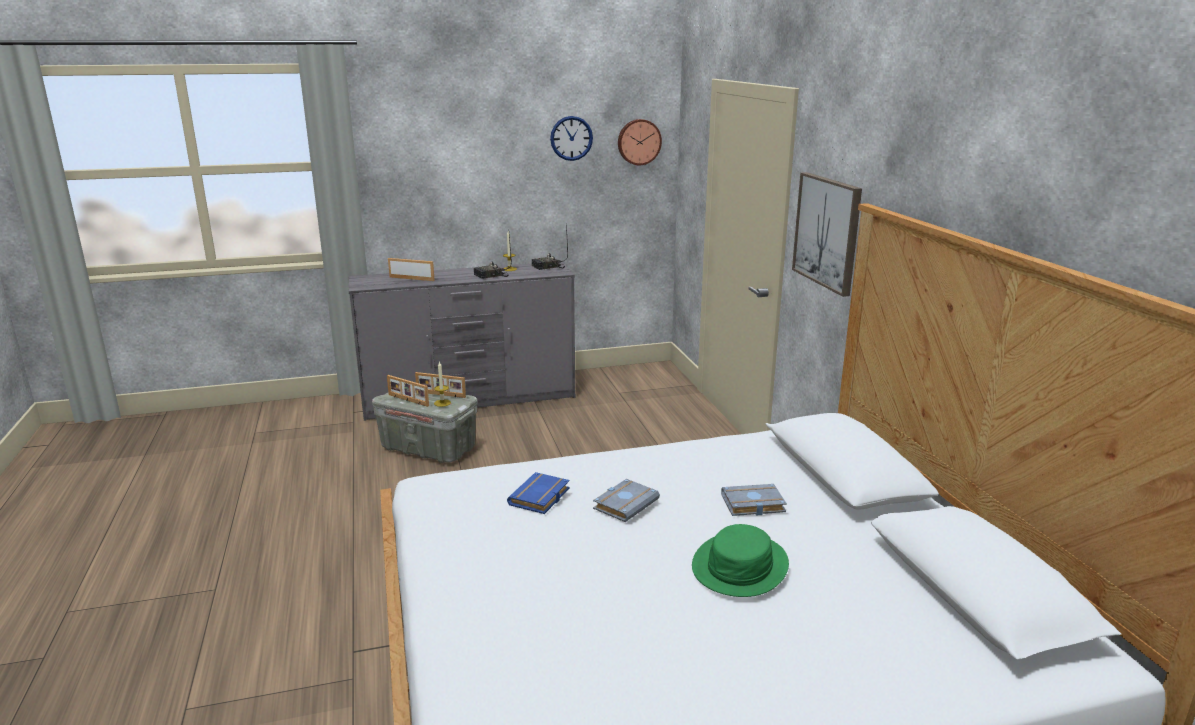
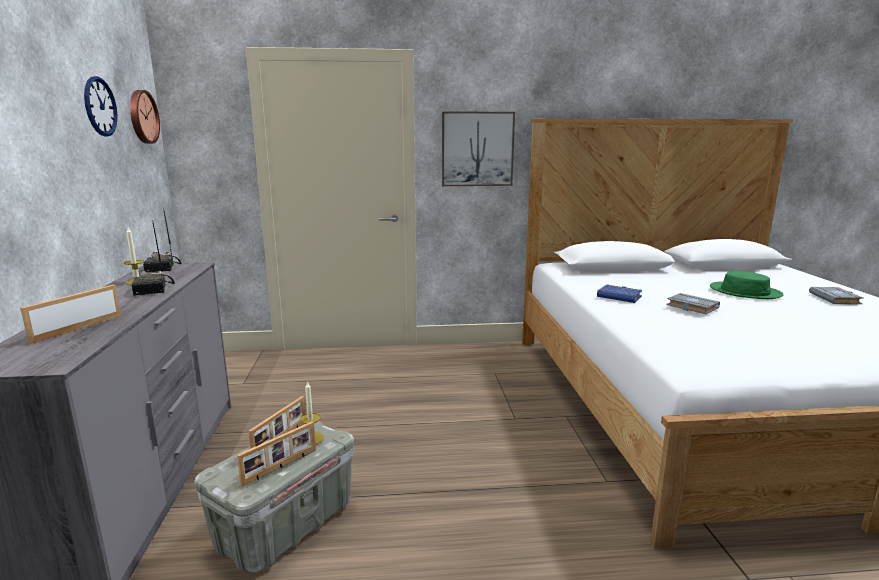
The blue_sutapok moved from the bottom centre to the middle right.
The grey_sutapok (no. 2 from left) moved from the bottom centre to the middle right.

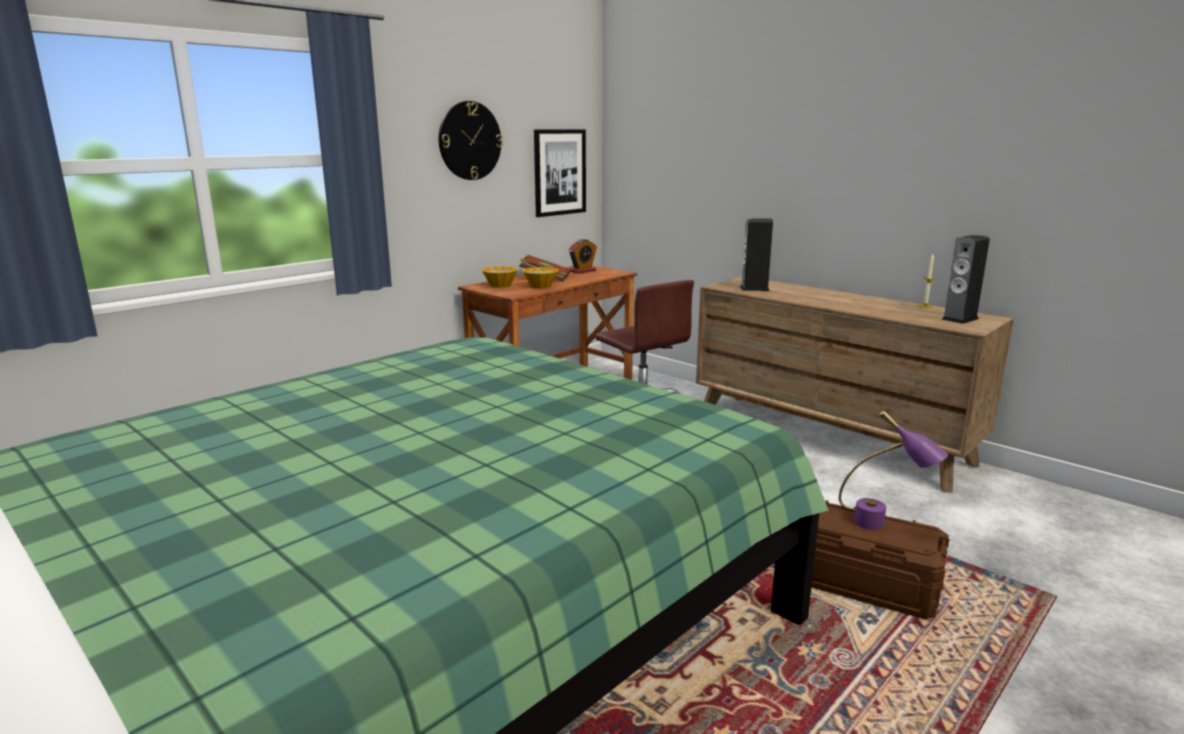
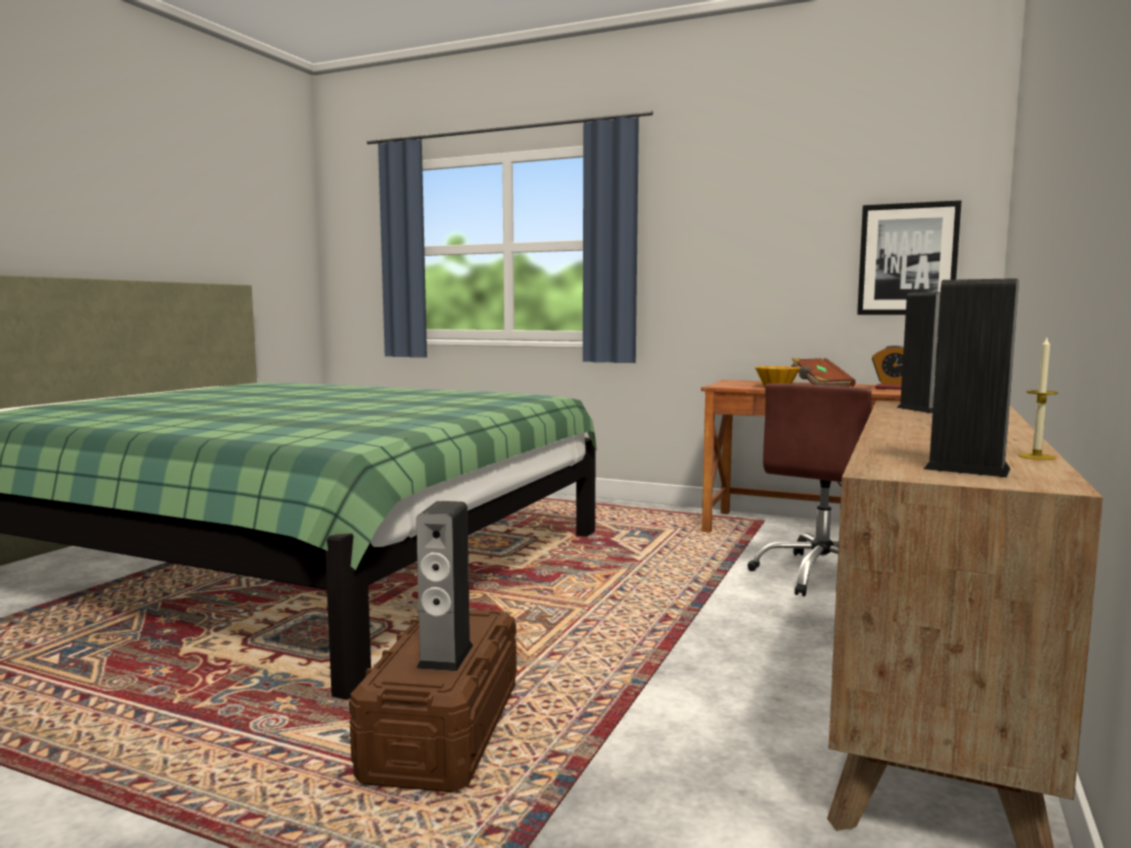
The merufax at the top centre disappeared.
The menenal (no. 1 from left) at the centre disappeared.
The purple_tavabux at the middle right was replaced by the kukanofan (no. 1 from left) at the bottom centre.

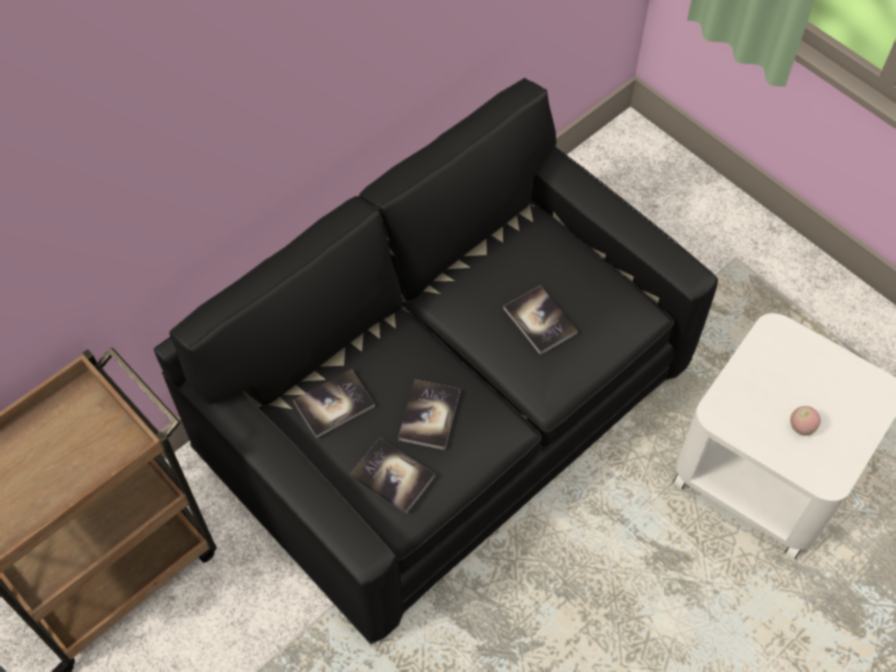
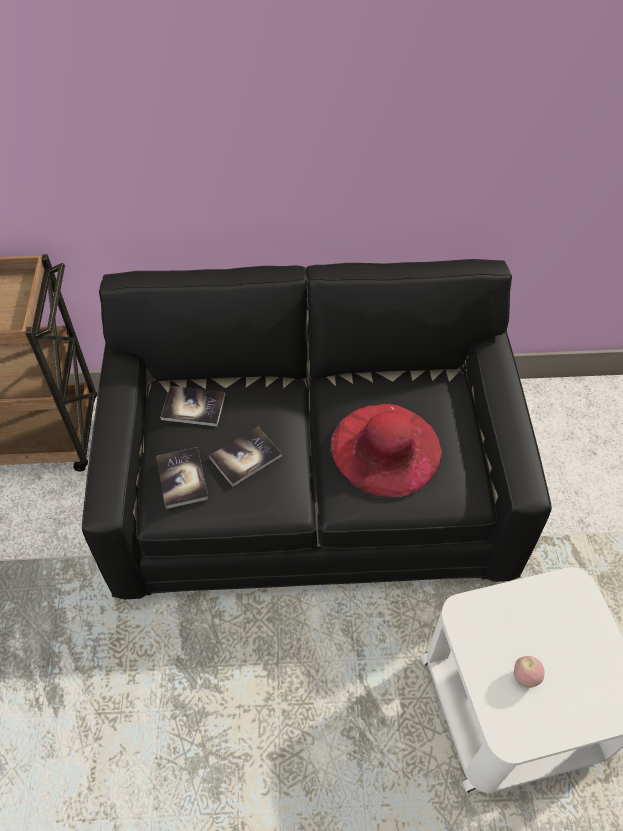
The sutapok (no. 4 from left) at the centre was replaced by the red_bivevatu at the centre.

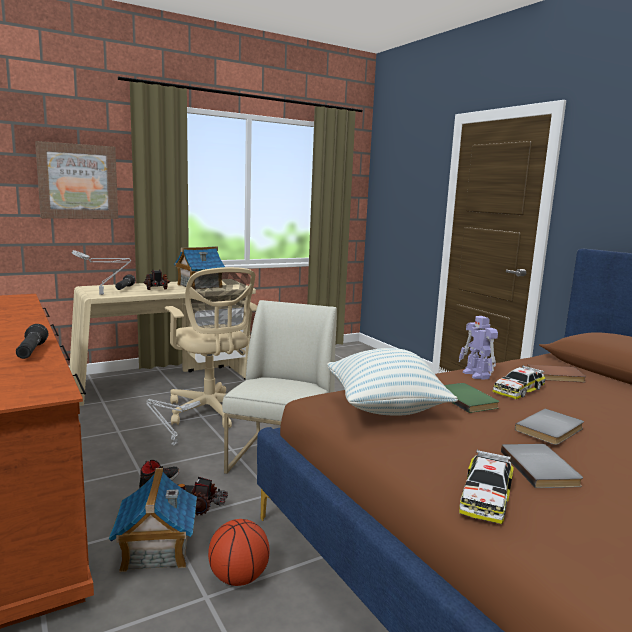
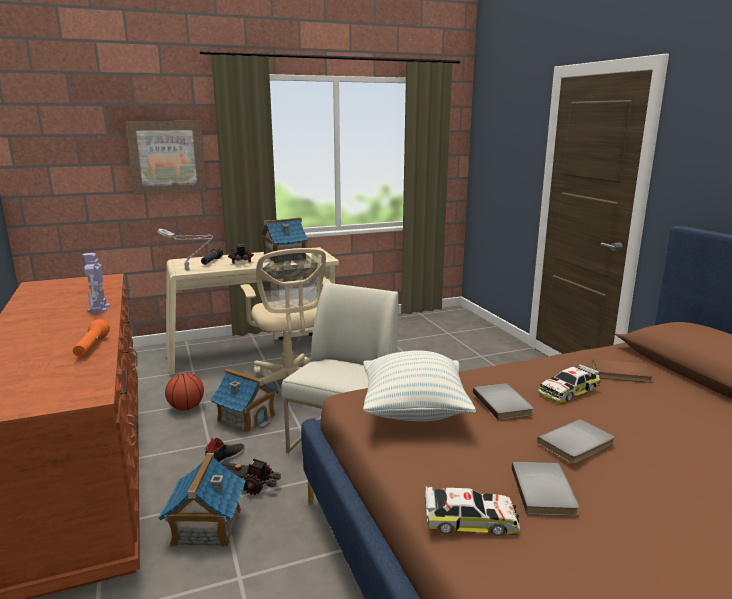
The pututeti moved from the middle right to the middle left.
The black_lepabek (no. 1 from left) at the middle left became the orange_lepabek at the middle left.
The green_sutapok at the middle right became the grey_sutapok (no. 1 from left) at the bottom right.
The grey_tavabux (no. 2 from left) at the bottom left was replaced by the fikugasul (no. 2 from left) at the bottom centre.
The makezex (no. 1 from left) at the bottom right turned 120 degrees counterclockwise.
The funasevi moved from the bottom centre to the middle left.

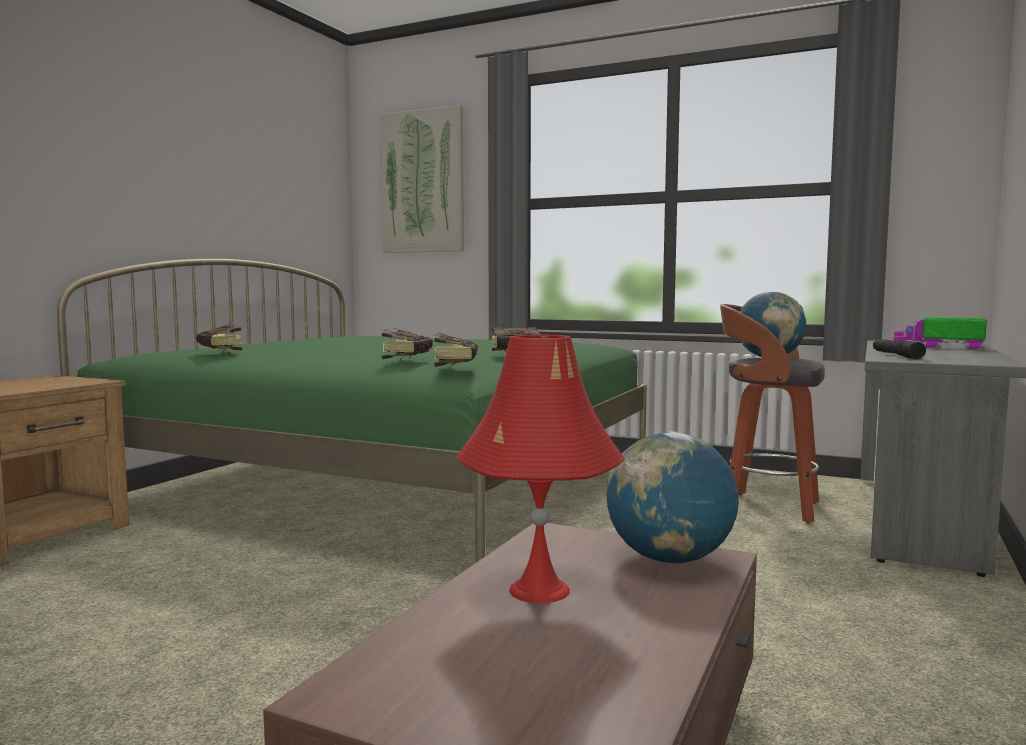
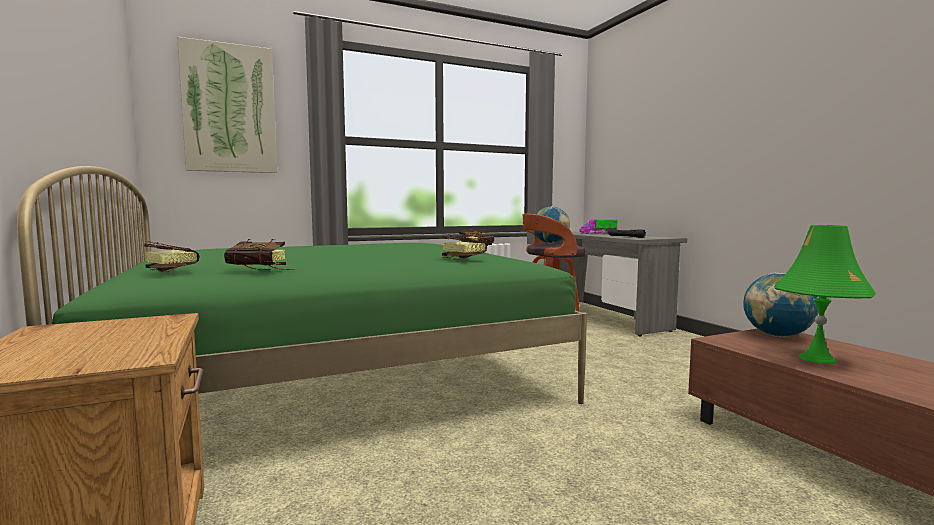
The sutapok (no. 3 from left in the first image) moved from the centre to the middle left.
The red_tavabux at the centre became the green_tavabux at the middle right.

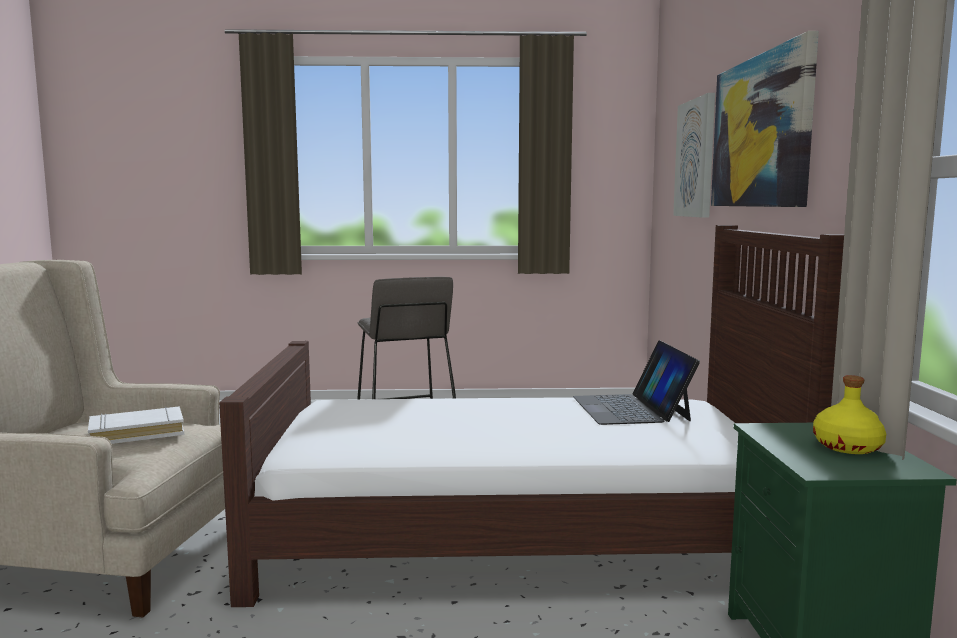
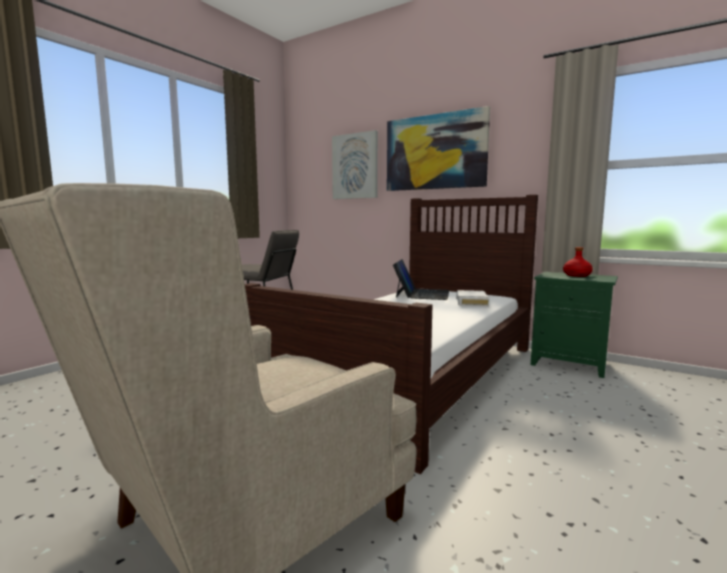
The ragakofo at the centre turned 105 degrees counterclockwise.
The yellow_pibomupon at the middle right became the red_pibomupon at the middle right.
The white_sutapok moved from the middle left to the centre.

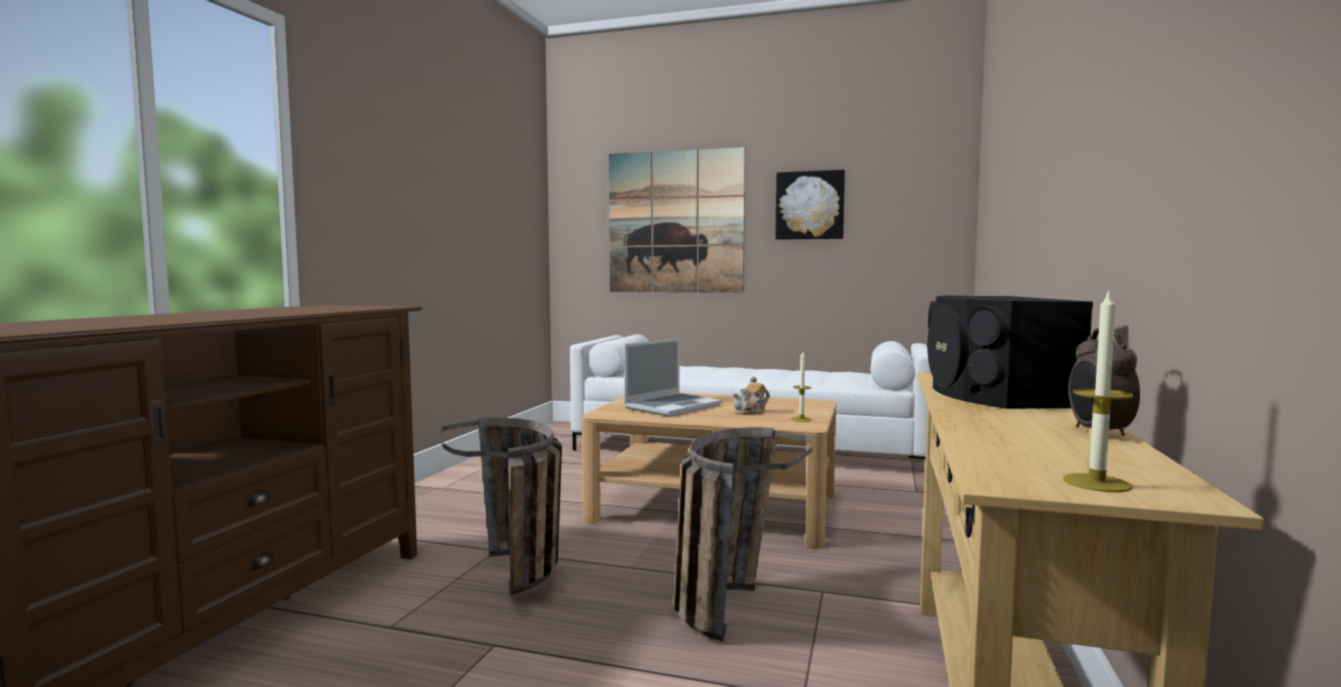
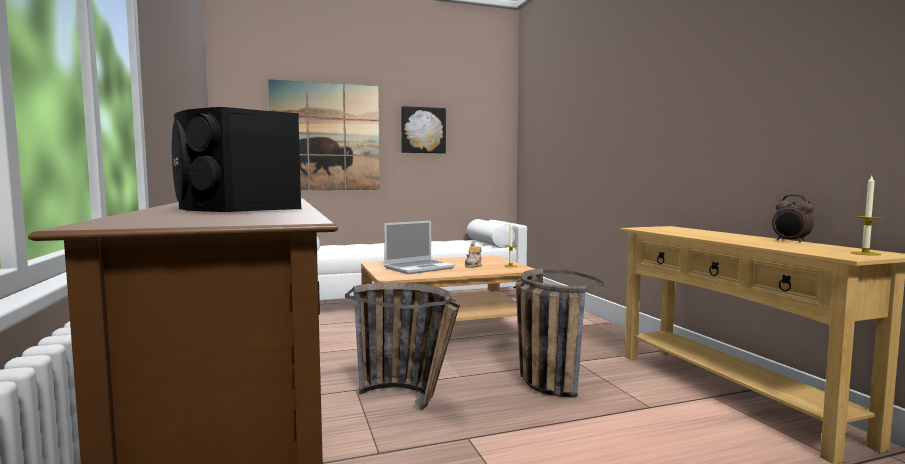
The black_kukanofan moved from the middle right to the middle left.
The ragakofo at the centre turned 45 degrees clockwise.

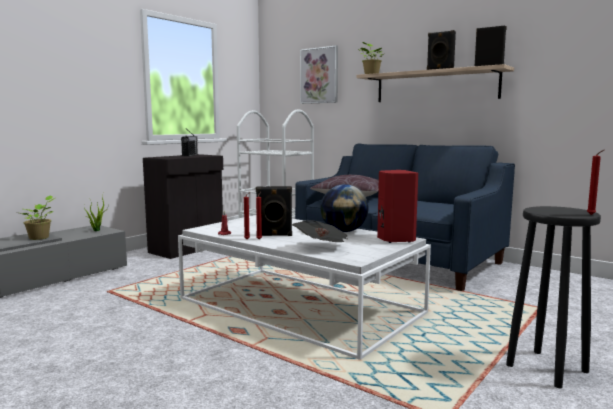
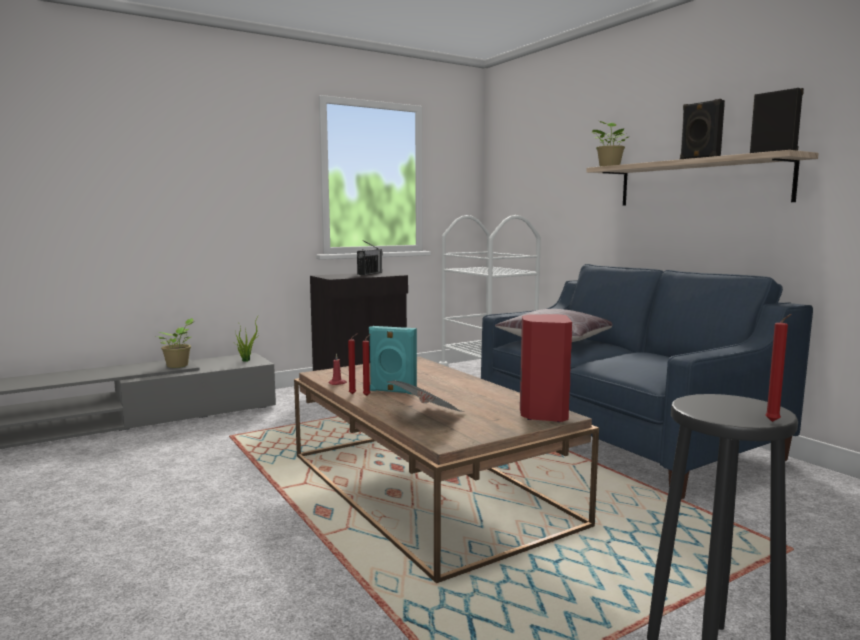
The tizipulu at the top centre disappeared.
The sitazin at the centre disappeared.
The black_kukanofan (no. 1 from left) at the centre became the turquoise_kukanofan at the centre.
The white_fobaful at the bottom centre became the brown_fobaful at the bottom centre.

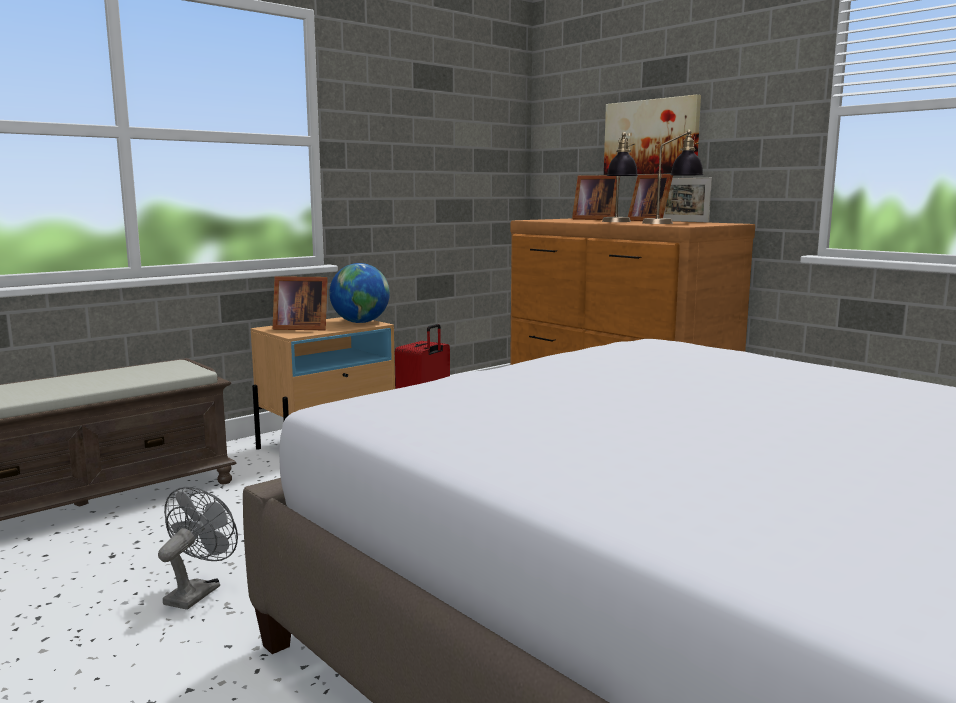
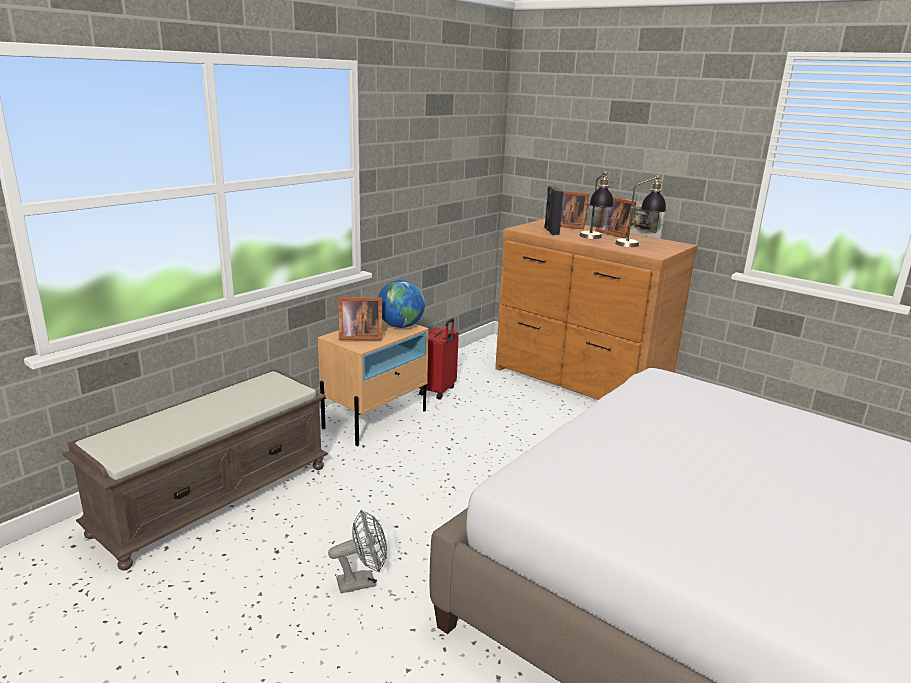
The tizipulu at the top right disappeared.
The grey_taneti at the bottom left turned 60 degrees clockwise.
The black_kukanofan at the top centre appeared.

